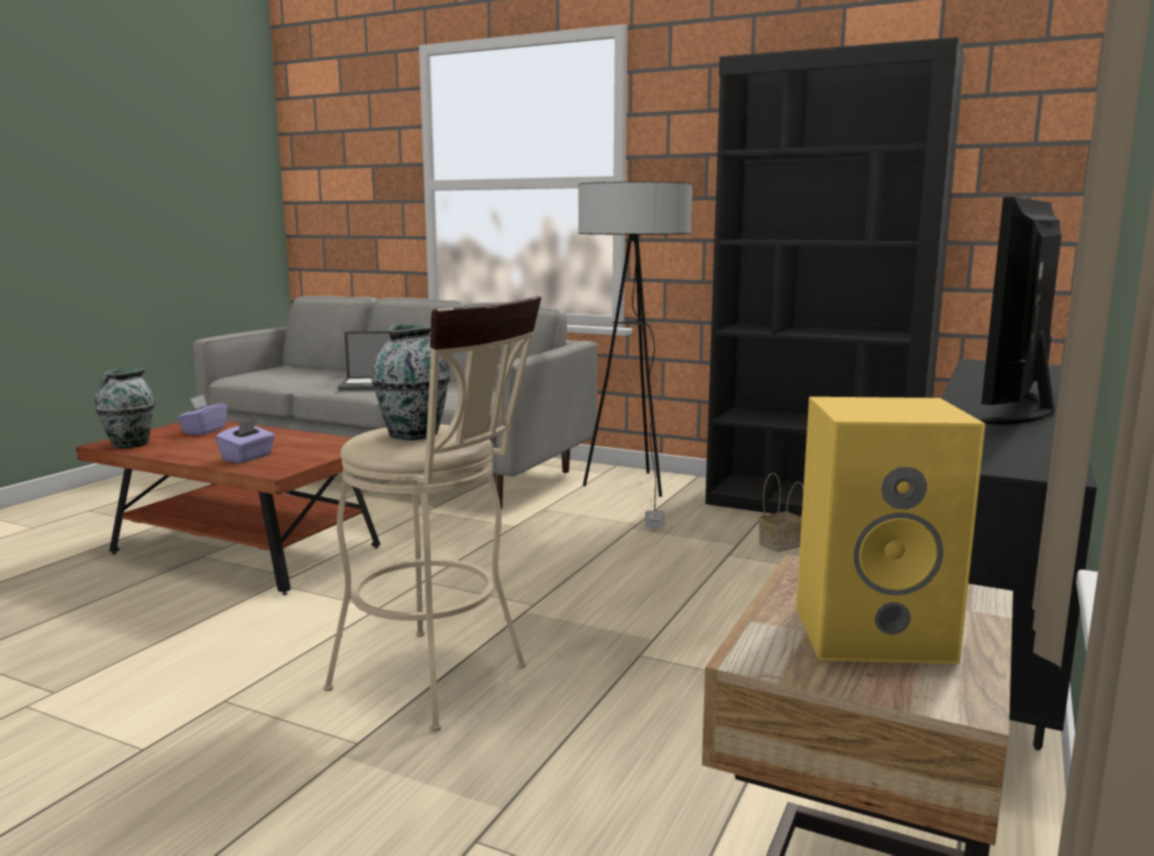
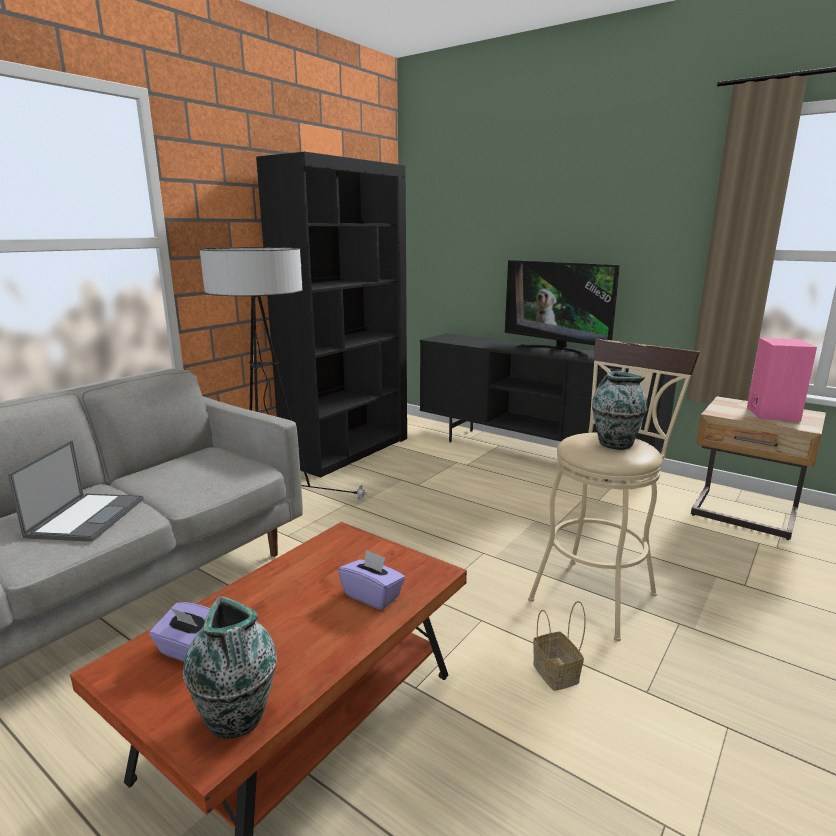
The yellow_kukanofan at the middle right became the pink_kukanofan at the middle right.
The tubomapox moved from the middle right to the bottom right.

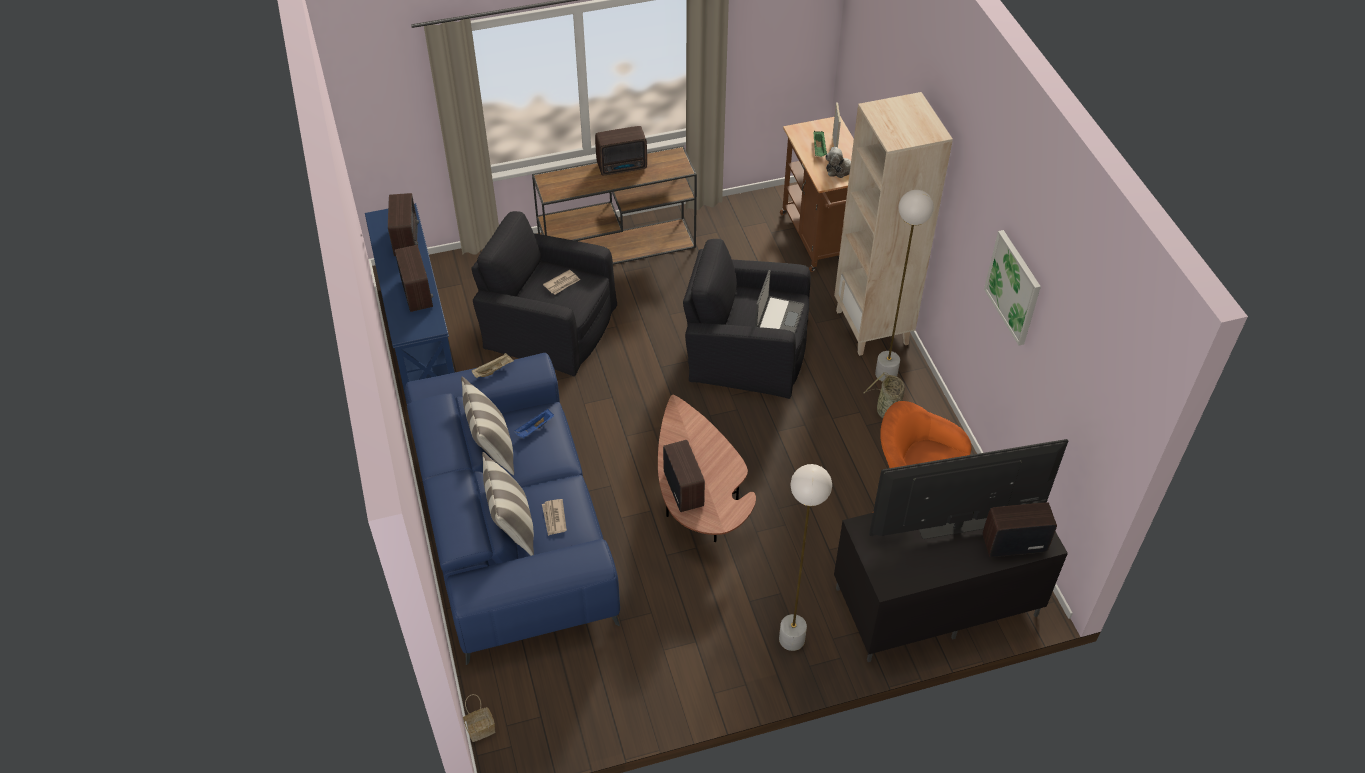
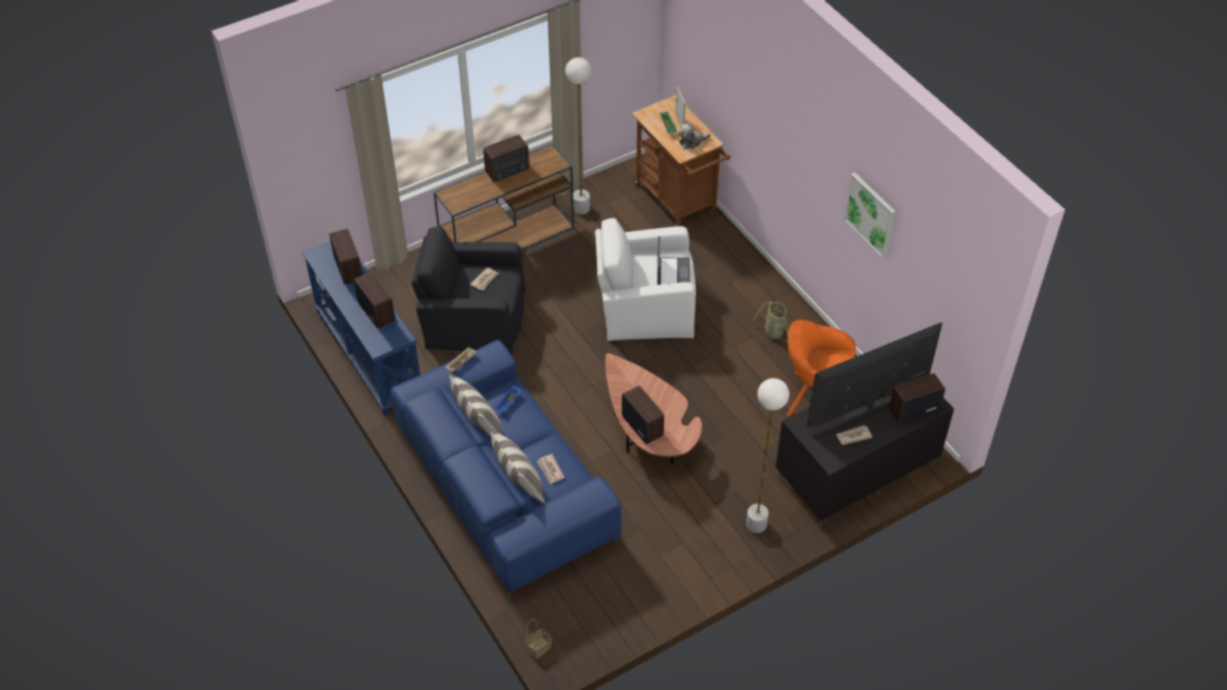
The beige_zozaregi at the top centre disappeared.
The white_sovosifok (no. 2 from left in the first image) moved from the centre to the top centre.
The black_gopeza (no. 2 from left) at the centre became the white_gopeza at the centre.
The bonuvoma (no. 3 from left) at the middle right appeared.

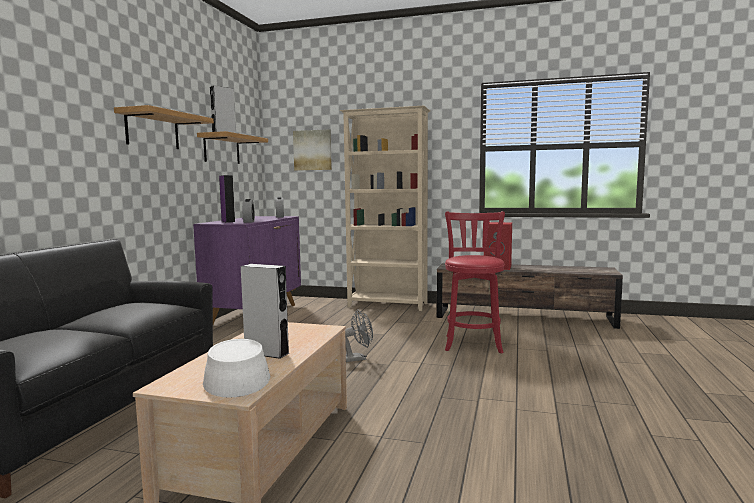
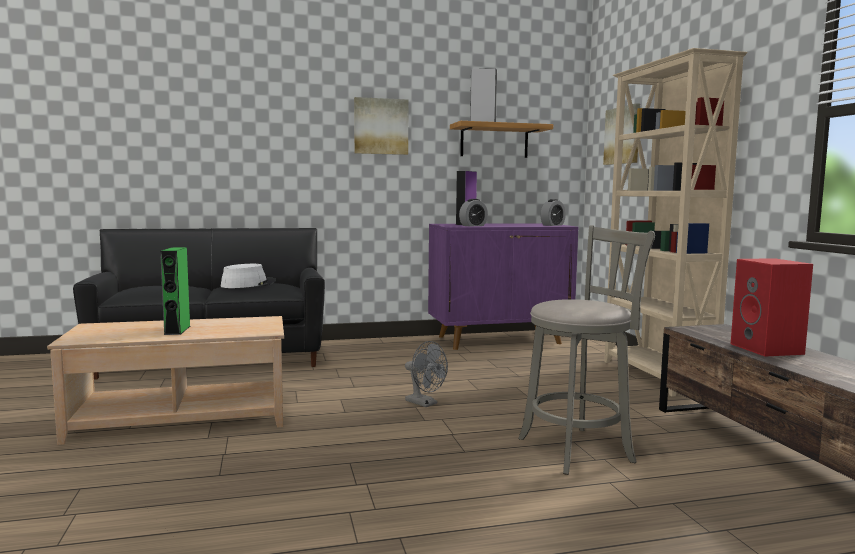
The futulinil (no. 1 from left) at the top left was replaced by the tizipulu (no. 1 from left) at the top centre.
The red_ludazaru at the centre became the grey_ludazaru at the middle right.
The grey_kukanofan (no. 2 from left) at the centre became the green_kukanofan at the middle left.
The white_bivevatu moved from the bottom left to the middle left.

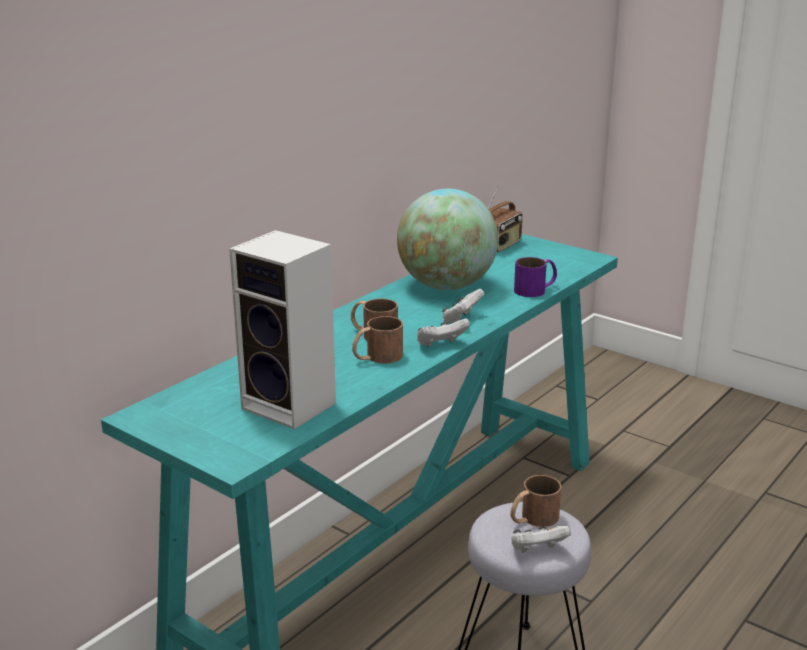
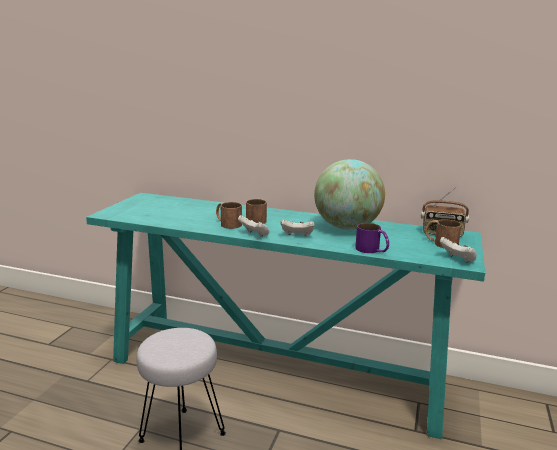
The kukanofan at the centre disappeared.
The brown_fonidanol (no. 3 from left) moved from the bottom centre to the middle right.
The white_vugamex (no. 3 from left) moved from the bottom right to the middle right.

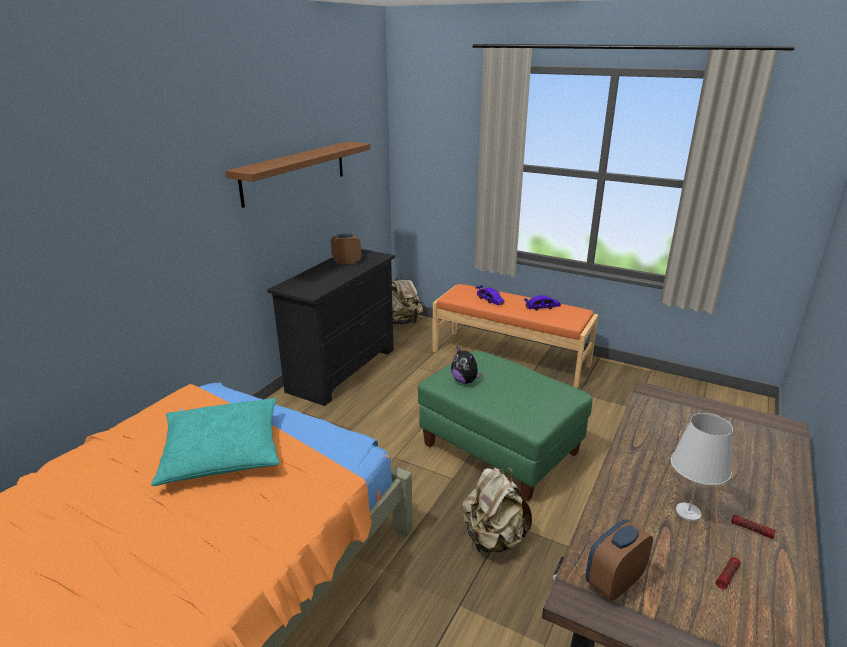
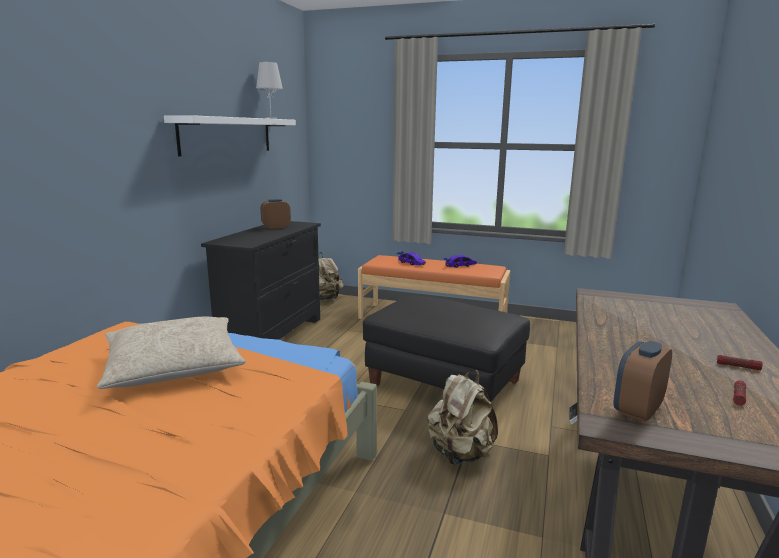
The brown_futulinil at the top centre became the white_futulinil at the top left.
The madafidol at the centre disappeared.
The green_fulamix at the centre became the black_fulamix at the centre.
The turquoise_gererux at the bottom left became the beige_gererux at the middle left.
The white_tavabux moved from the bottom right to the top centre.

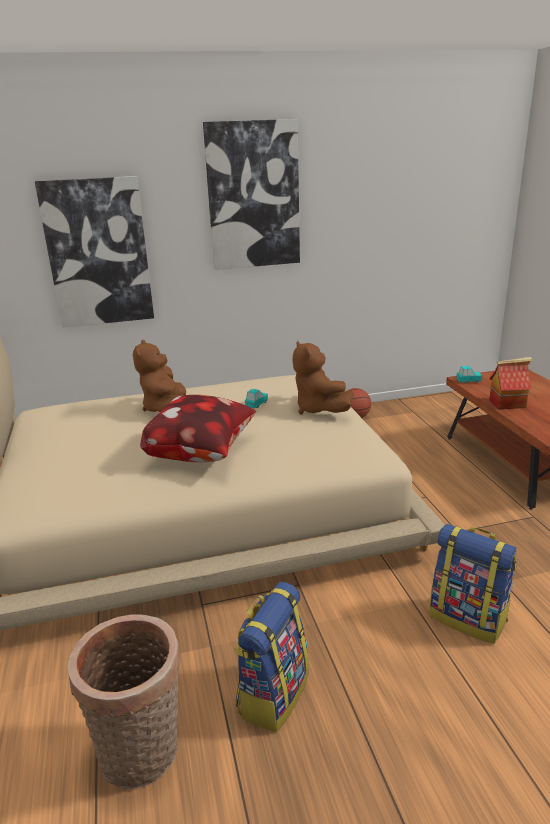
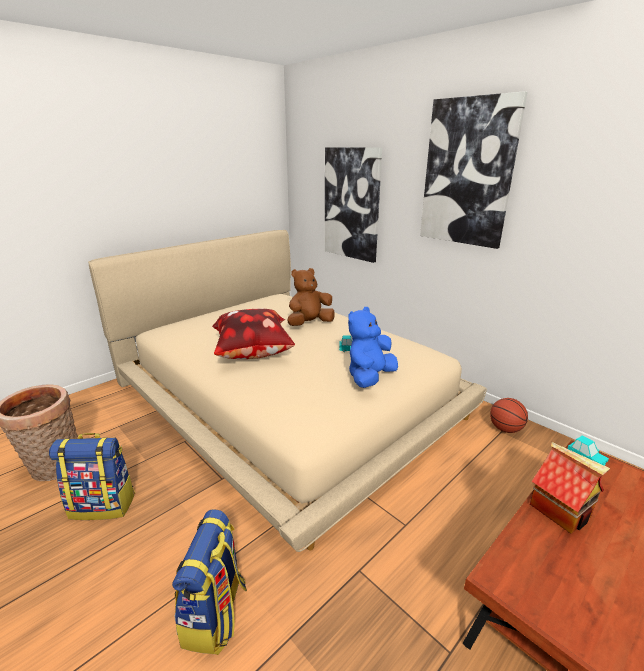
The brown_madafidol (no. 2 from left) at the centre became the blue_madafidol at the centre.

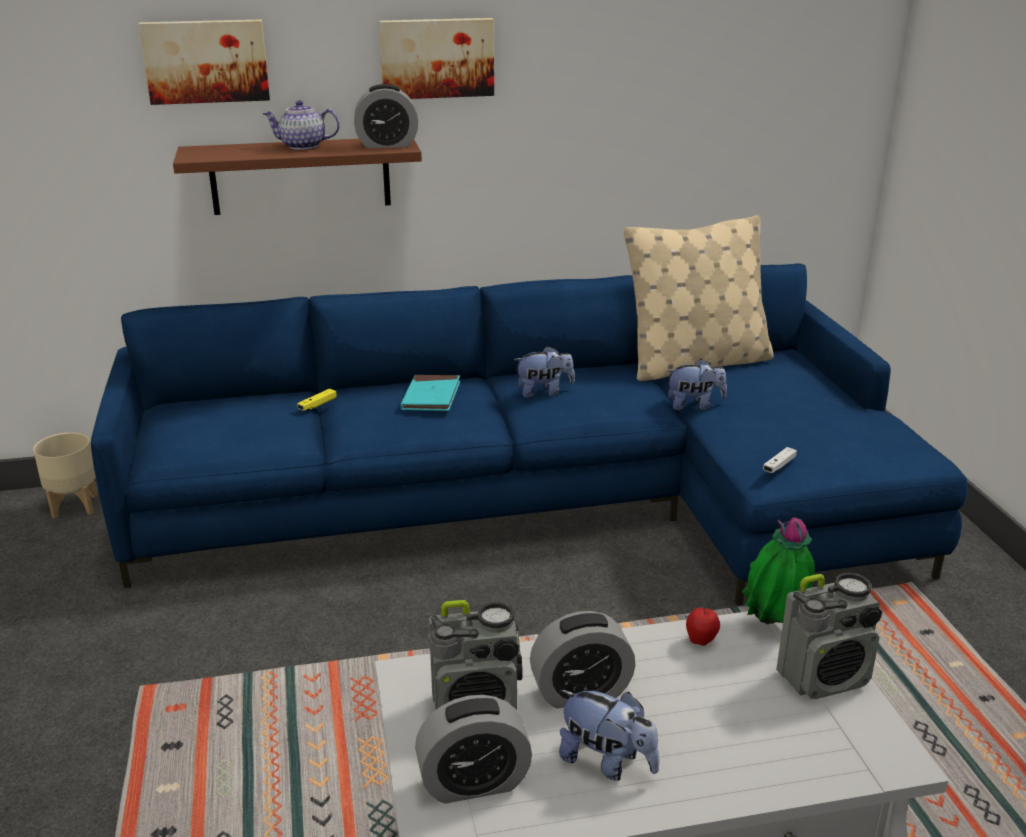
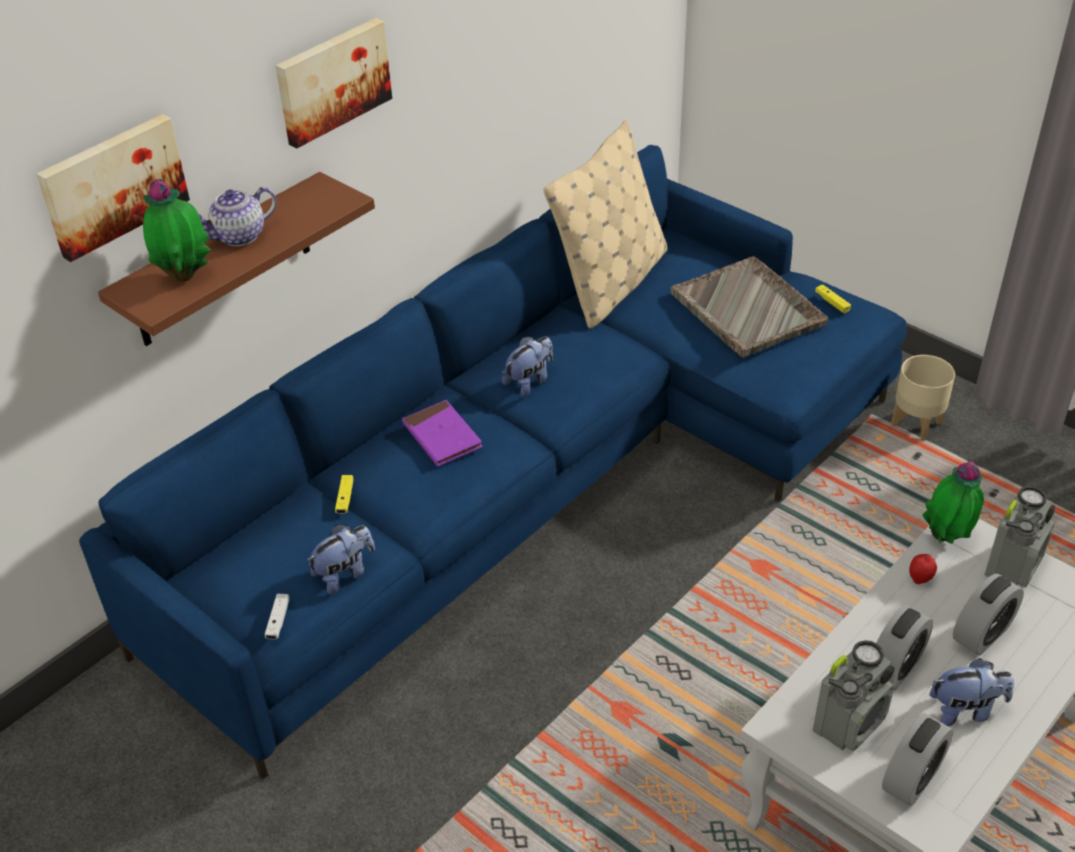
The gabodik (no. 1 from left in the first image) moved from the top centre to the bottom right.
The madafidol (no. 3 from left in the first image) moved from the middle right to the middle left.
The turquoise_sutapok at the centre became the purple_sutapok at the centre.
The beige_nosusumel moved from the middle left to the middle right.
The white_vugamex moved from the middle right to the bottom left.
The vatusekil (no. 1 from left) at the top left appeared.
The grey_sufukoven at the middle right appeared.
The yellow_vugamex (no. 2 from left) at the middle right appeared.

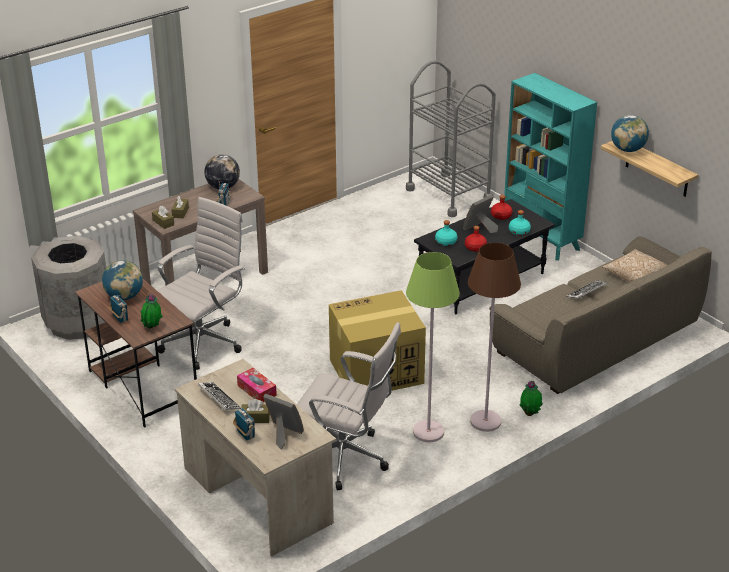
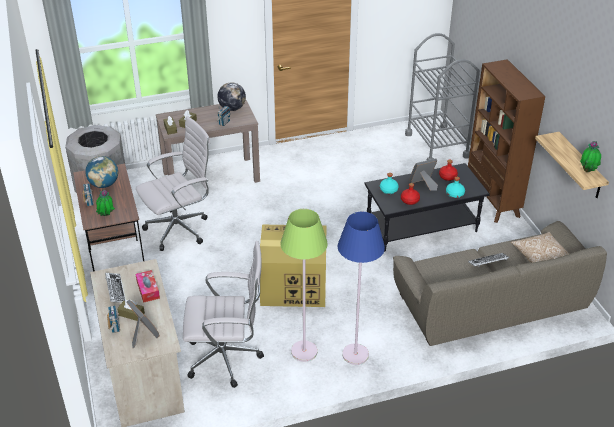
The turquoise_zozaregi at the top right became the brown_zozaregi at the top right.
The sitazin (no. 3 from left) at the top right disappeared.
The brown_sovosifok at the middle right became the blue_sovosifok at the bottom centre.
The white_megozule (no. 2 from left) at the bottom centre turned 45 degrees counterclockwise.
The vatusekil (no. 2 from left) moved from the bottom right to the middle right.

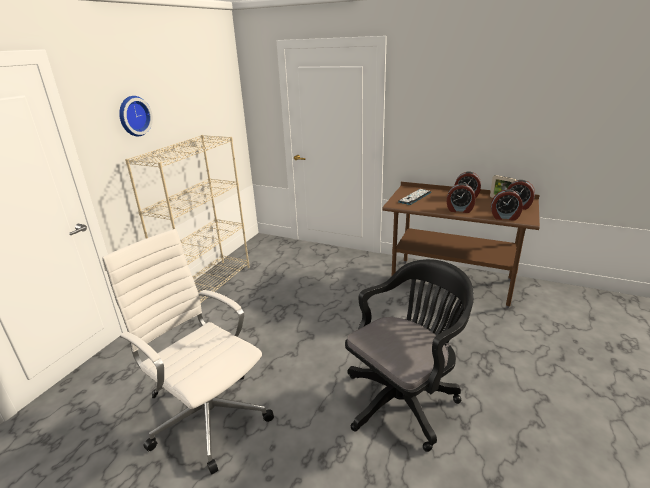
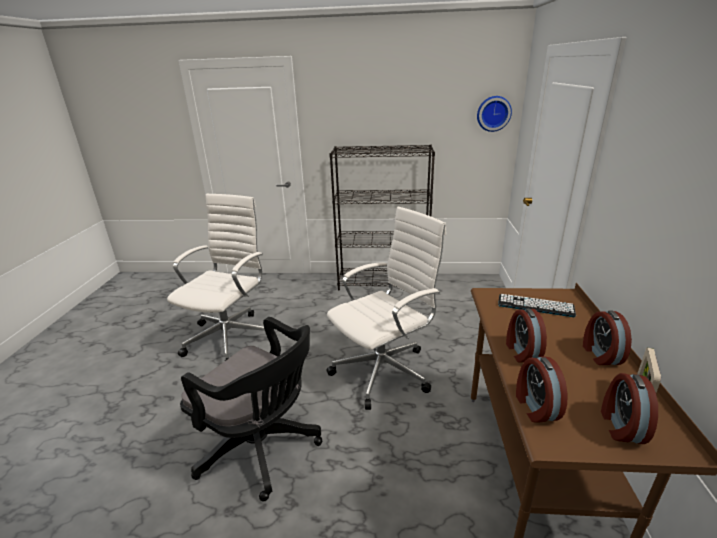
The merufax moved from the top left to the top right.
The beige_zozaregi at the middle left became the black_zozaregi at the centre.
The white_megozule (no. 2 from left) at the centre appeared.

